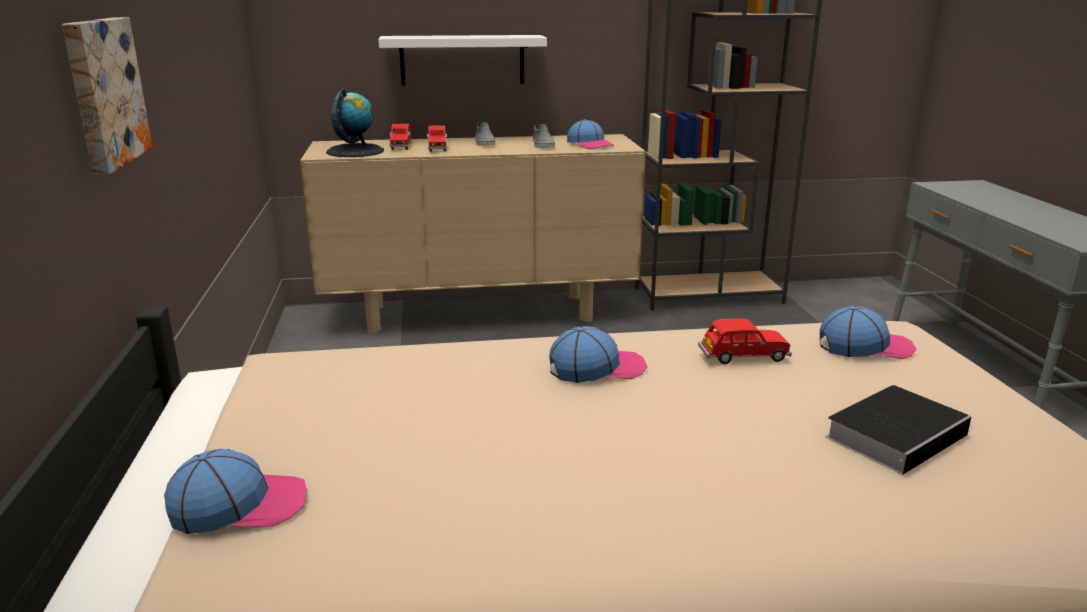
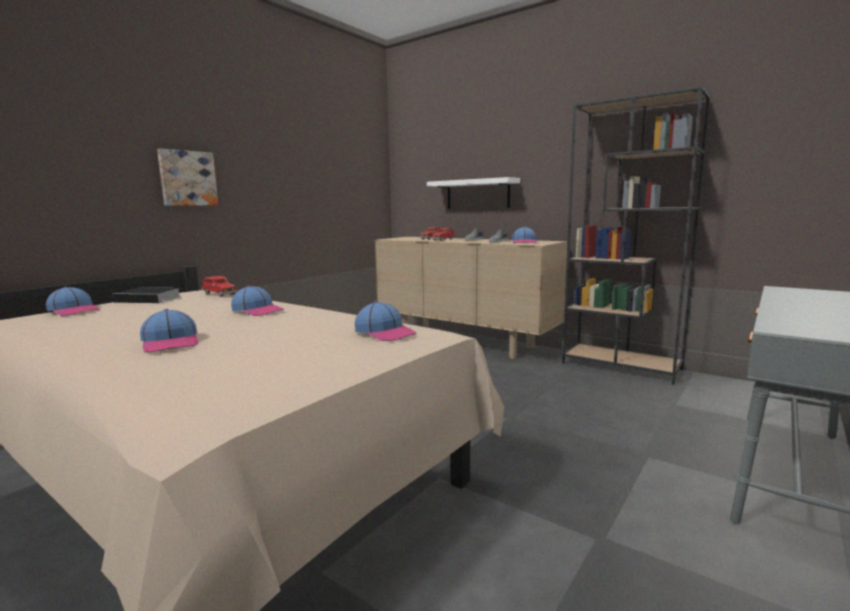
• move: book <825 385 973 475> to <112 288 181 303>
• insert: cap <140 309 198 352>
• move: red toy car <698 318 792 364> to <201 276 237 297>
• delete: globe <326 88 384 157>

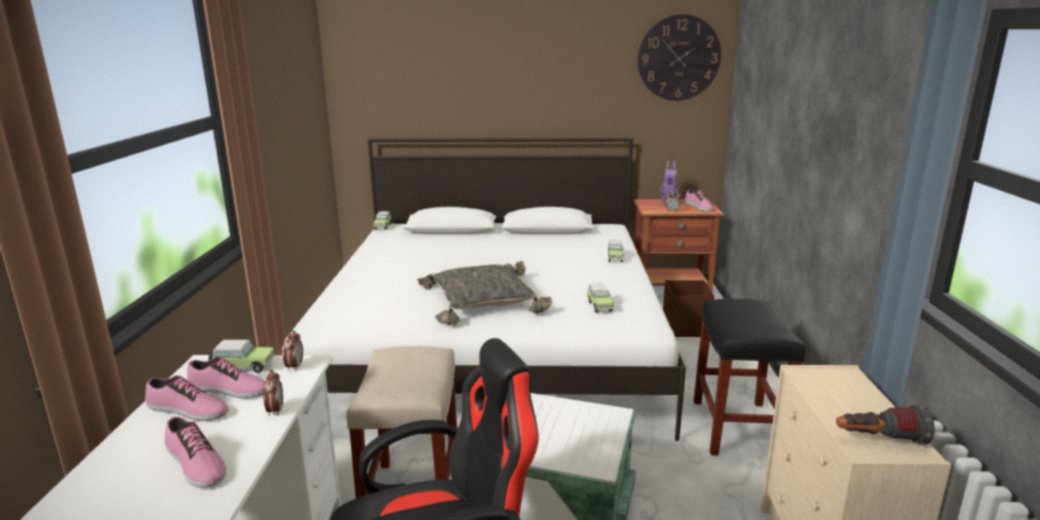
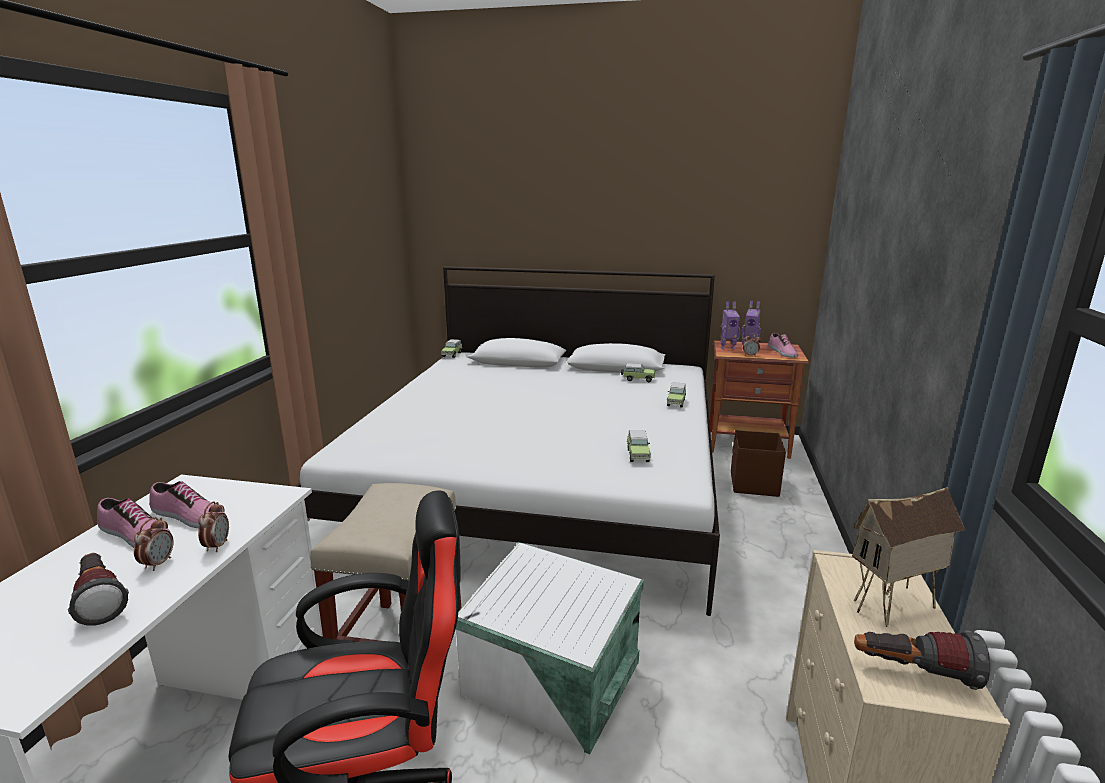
• replace: shoe <165 417 226 488> to flashlight <68 553 129 626>
• move: alarm clock <283 330 303 371> to <134 517 174 571>
• move: toy car <208 340 275 373> to <621 363 655 382>
• insert: toy robot <720 301 740 349>
• insert: toy house <852 487 965 627>
• delete: pillow <417 261 552 325>
• delete: wall clock <638 14 721 101>
• delete: black stool <693 299 805 456>

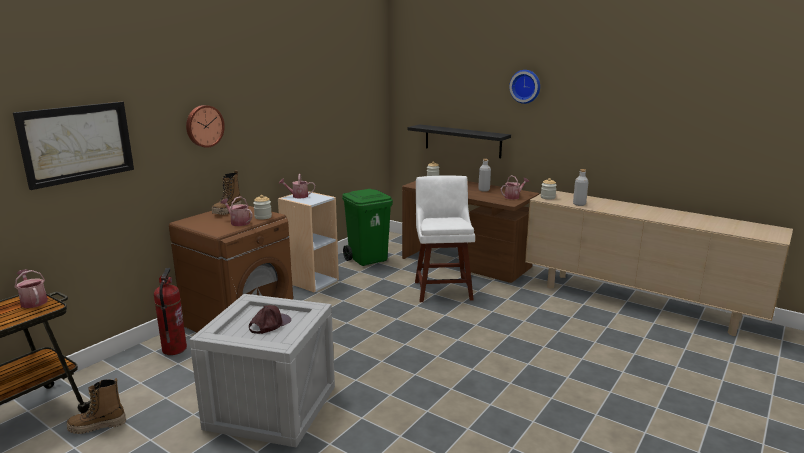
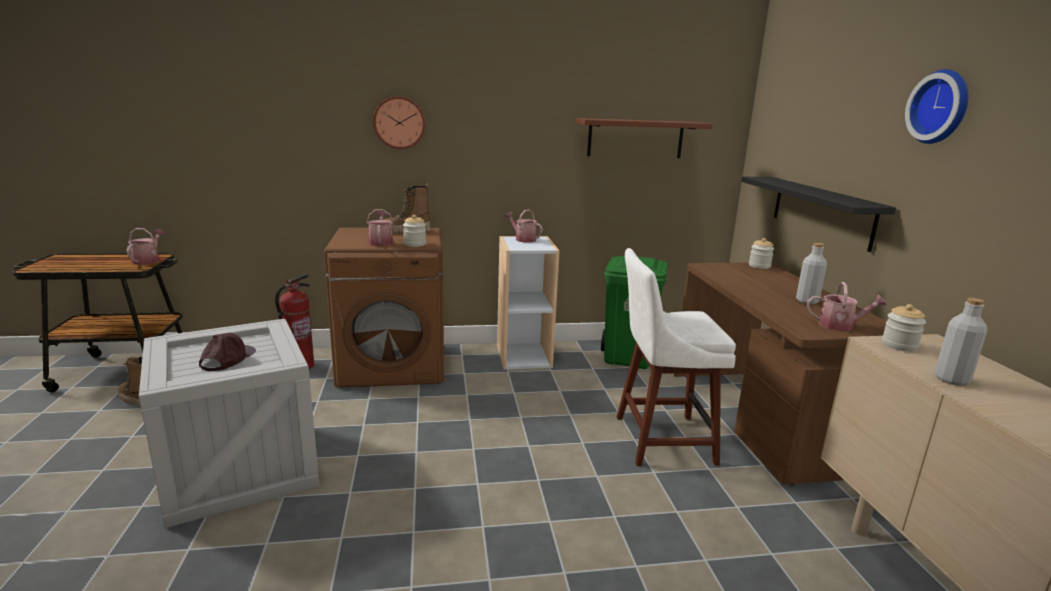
• rotate: brown cap <249 305 291 334> = <199 333 256 371> 75 degrees counterclockwise
• insert: brown shelf <576 118 713 158>
• rotate: white chair <415 176 475 302> = <617 248 736 466> 135 degrees counterclockwise
• delete: picture <13 102 134 190>

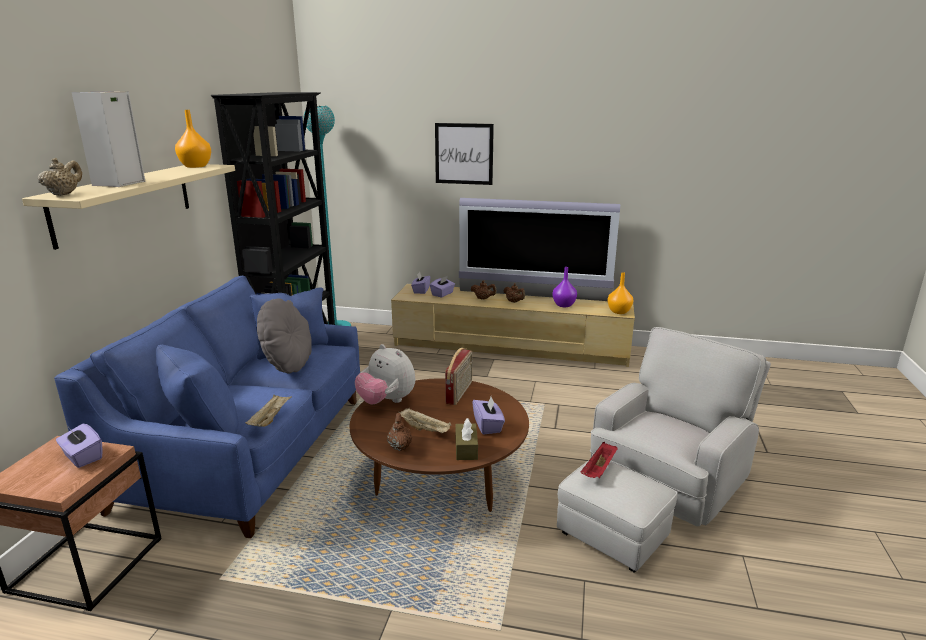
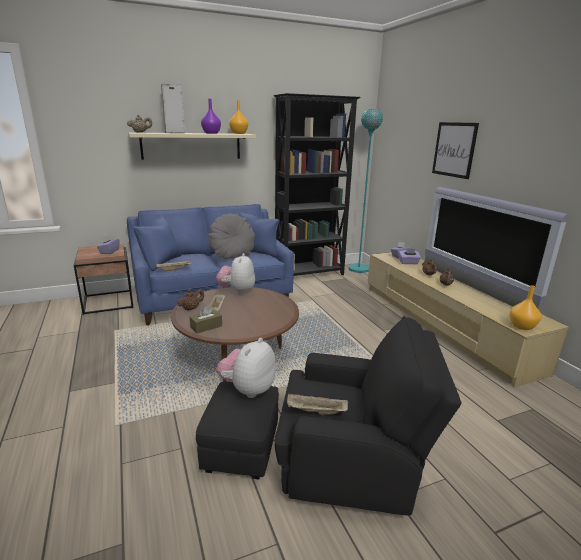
• recolor: white armchair <557 327 771 573> to black armchair <196 316 462 515>
• move: purple vase <552 267 577 307> to <201 99 221 134>
• replace: red tray <580 442 618 478> to plush toy <216 338 276 398>
• insert: beige tray <287 394 348 415>
• delete: radio <445 348 472 405>
• delete: purple tissue box <472 397 505 435>

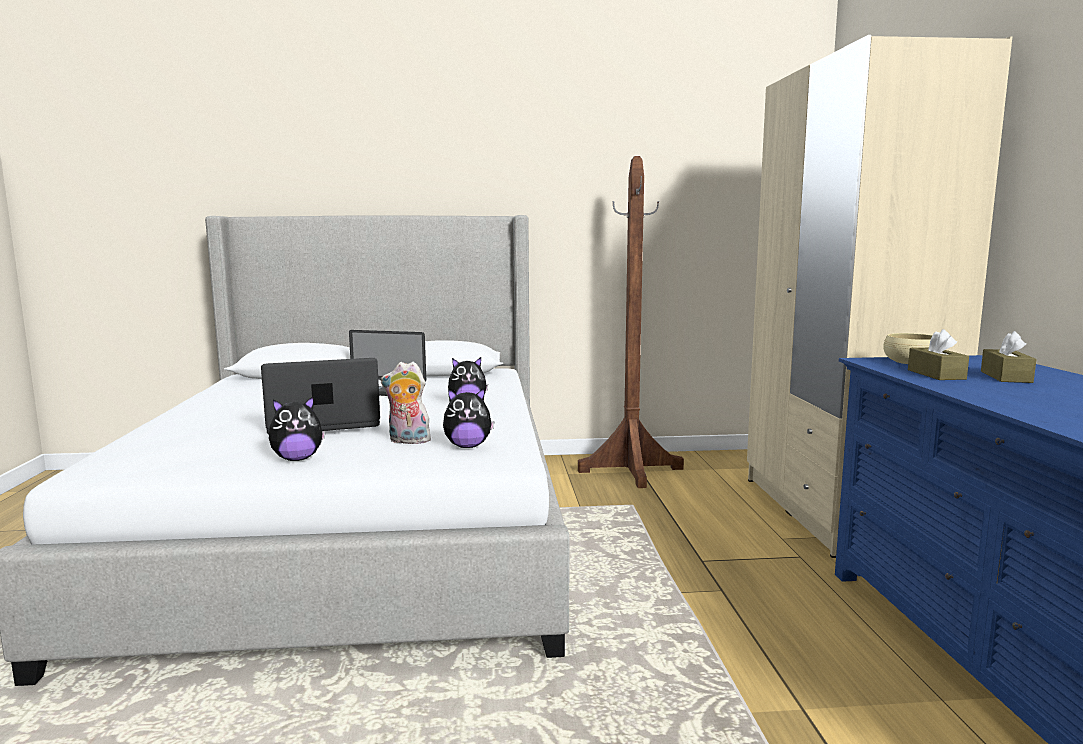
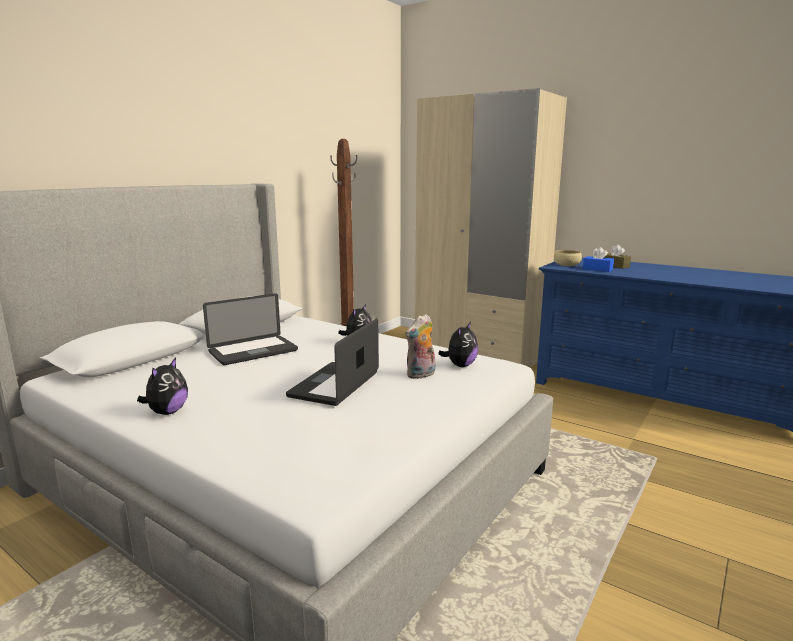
• move: plush toy <269 396 326 461> to <137 357 188 415>
• recolor: brown tissue box <908 329 969 380> to blue tissue box <583 247 614 272>

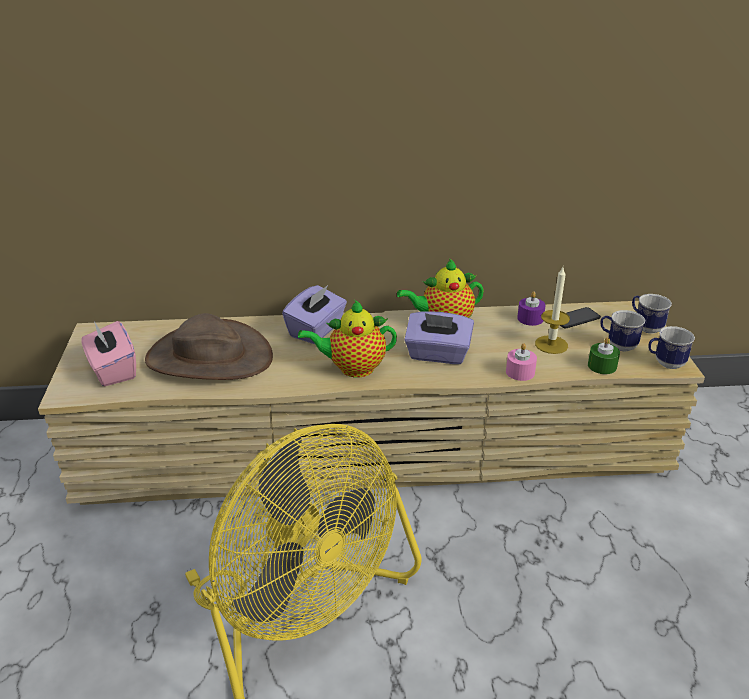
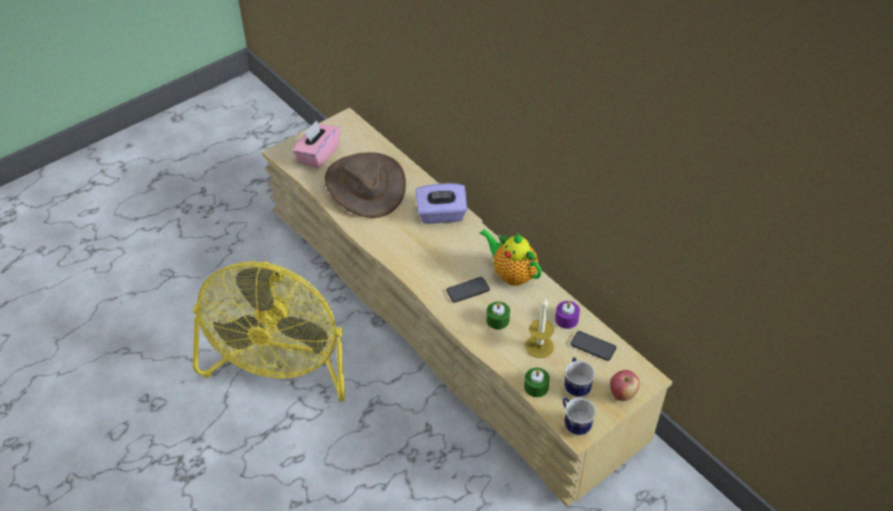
• replace: purple tissue box <404 311 474 364> to phone <446 277 490 303>
• insert: green candle <486 302 510 329>
• replace: mug <632 294 672 334> to apple <610 370 639 401>
• delete: teapot <298 300 397 377>
• delete: pink candle <506 343 537 381>

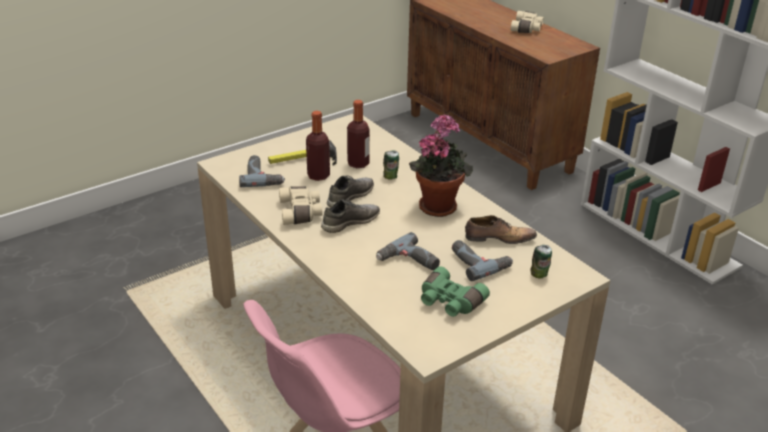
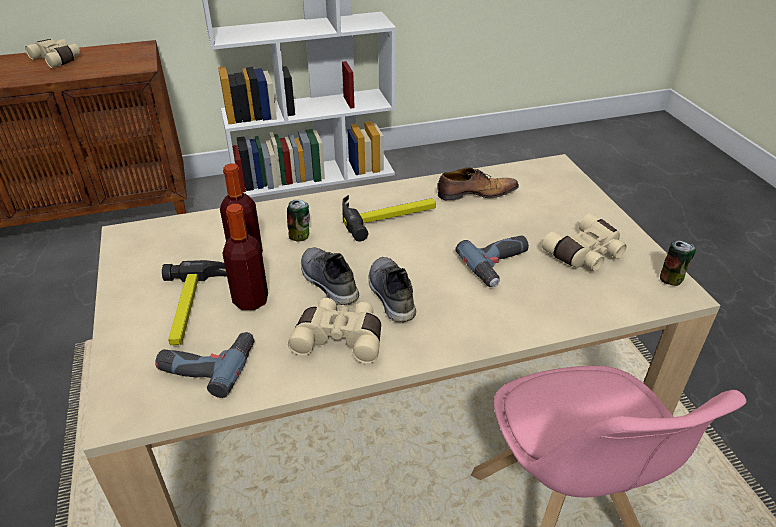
• replace: potted plant <409 114 473 217> to hammer <342 195 436 242>
• rotate: shoe <465 215 537 244> = <437 167 519 200> 60 degrees clockwise
• recolor: green binoculars <421 266 490 317> to beige binoculars <542 213 627 271>
• move: can <531 245 552 279> to <660 241 696 286>
• delete: power drill <452 240 513 281>

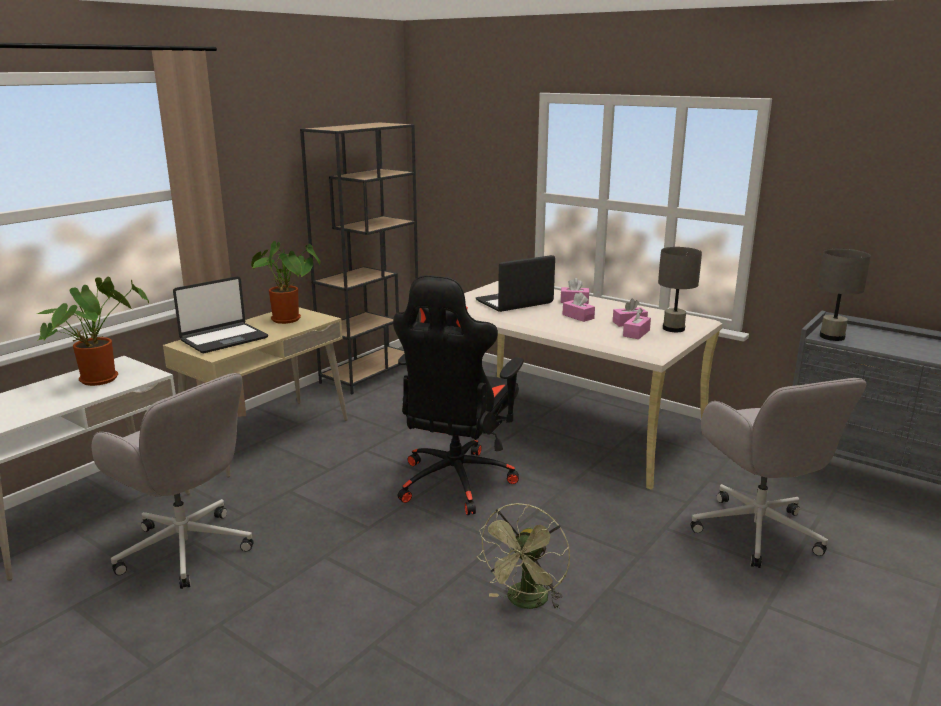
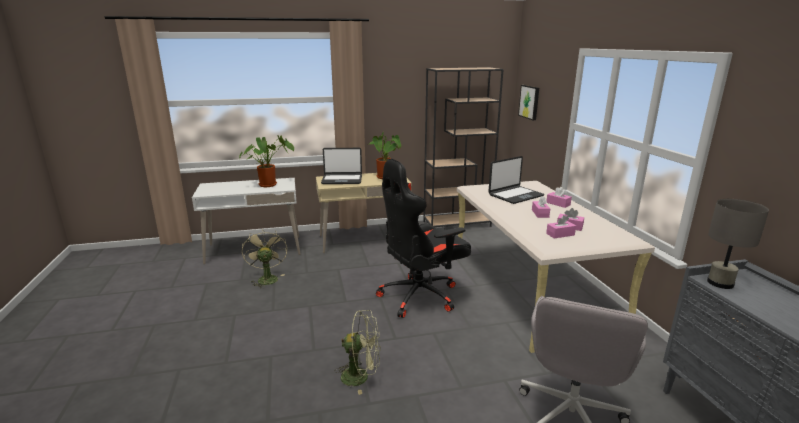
• replace: grey office chair <92 373 254 589> to beige fan <242 229 287 289>
• rotate: green fan <476 503 570 610> = <334 310 381 395> 150 degrees counterclockwise
• rotate: laptop <476 255 555 312> = <488 156 544 204> 135 degrees clockwise
• insert: picture <518 85 539 120>
• delete: grey table lamp <658 247 702 332>

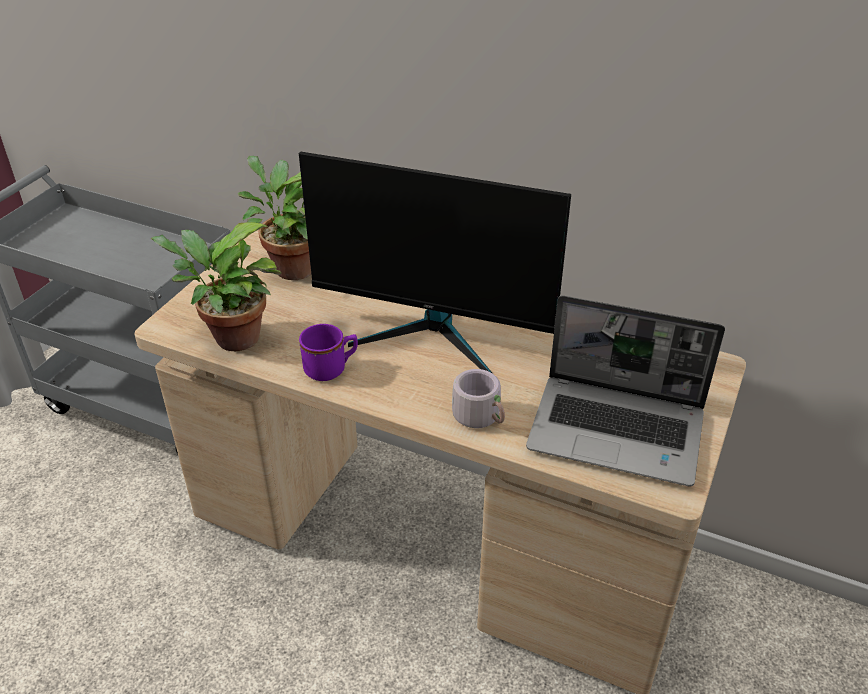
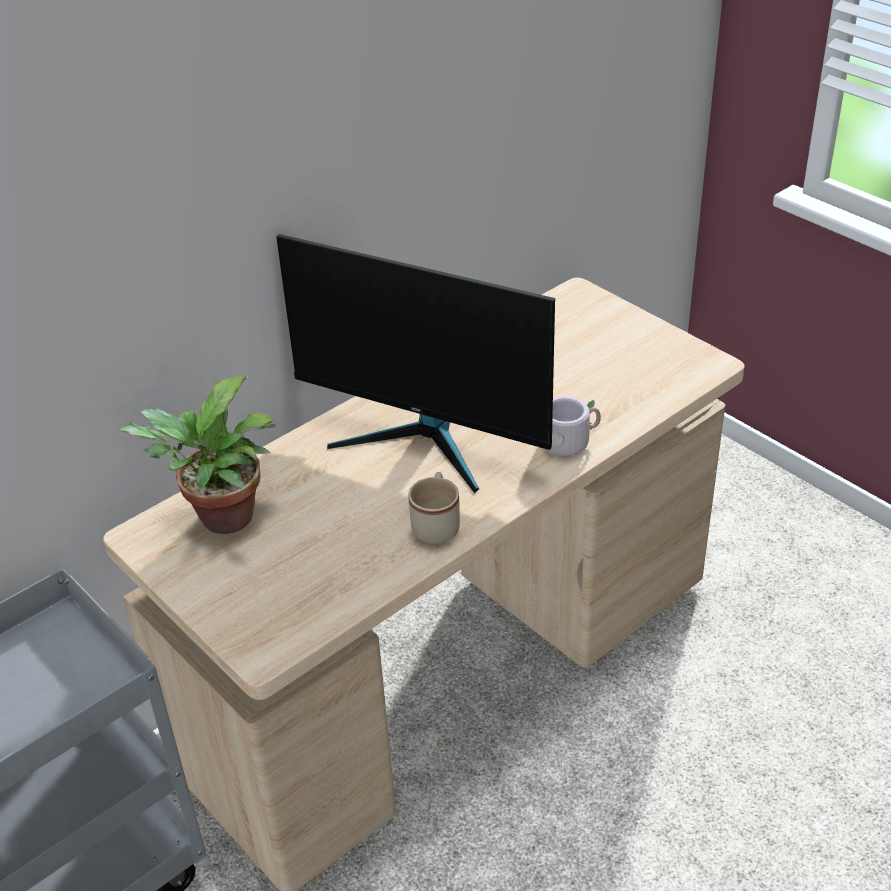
• rotate: monitor <299 152 571 373> = <276 234 555 493> 75 degrees clockwise
• recolor: purple mug <299 324 358 381> to beige mug <408 472 460 544>
• delete: potted plant <150 222 282 351>
• delete: laptop <526 296 725 487>

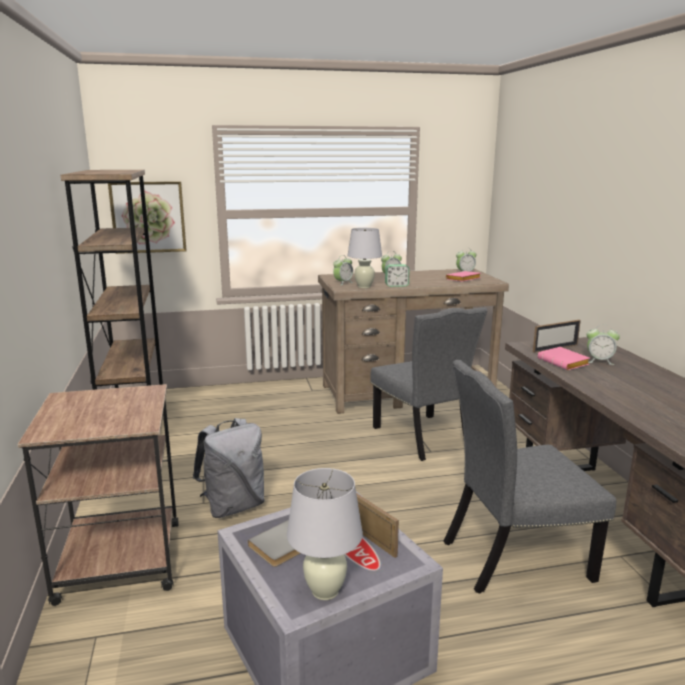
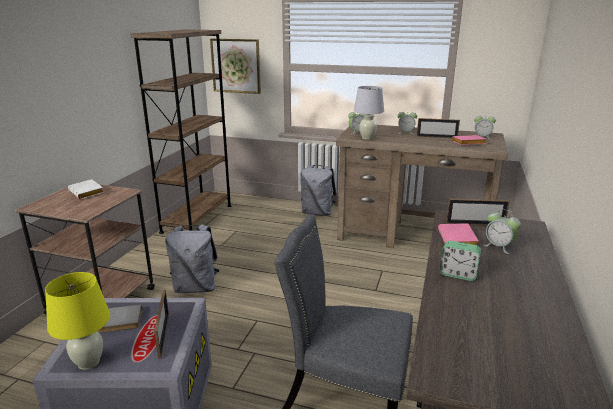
• recolor: white table lamp <287 468 363 600> to yellow table lamp <45 272 110 370>
• insert: white book <68 179 104 199>
• insert: grey backpack <300 165 336 216>
• insert: picture frame <417 118 460 138>
• move: alarm clock <385 264 410 287> to <440 241 481 281>
• delete: grey chair <370 307 488 461>

